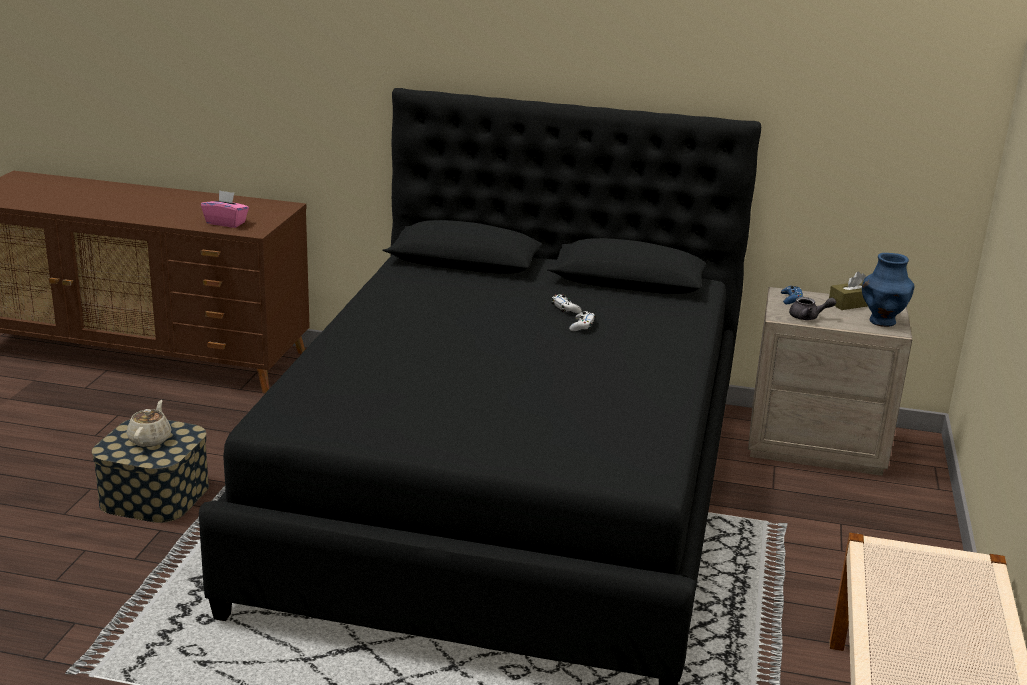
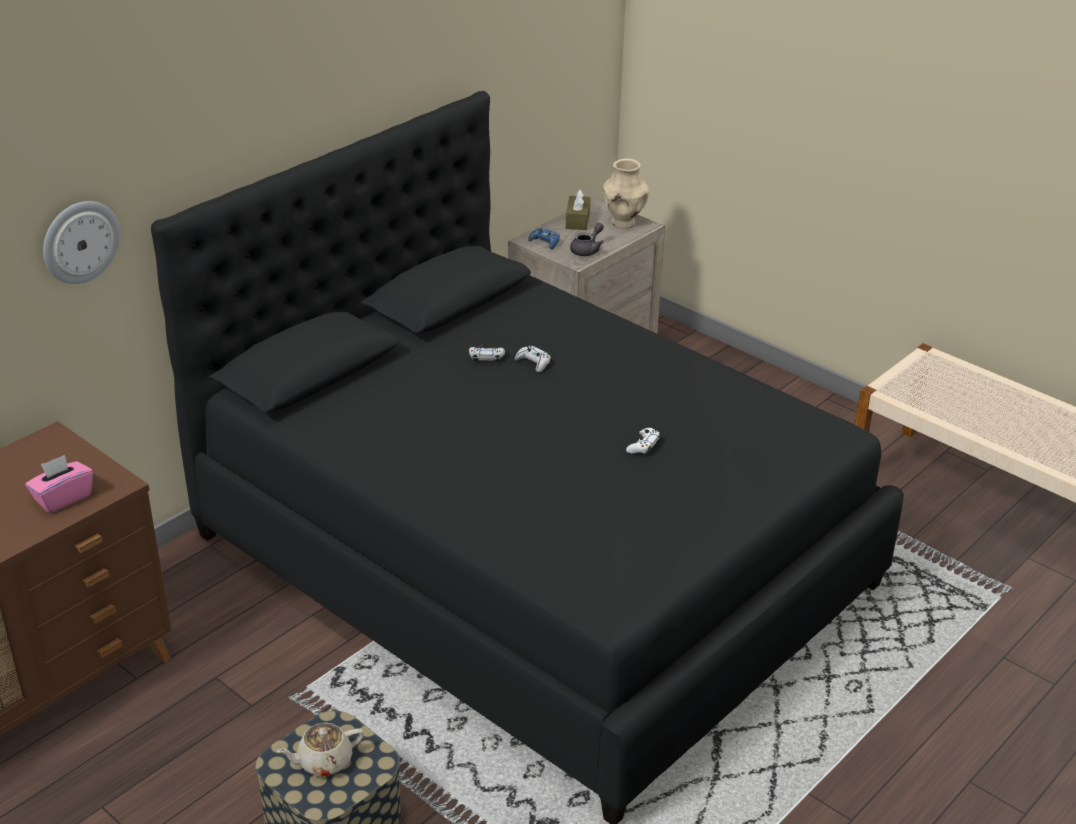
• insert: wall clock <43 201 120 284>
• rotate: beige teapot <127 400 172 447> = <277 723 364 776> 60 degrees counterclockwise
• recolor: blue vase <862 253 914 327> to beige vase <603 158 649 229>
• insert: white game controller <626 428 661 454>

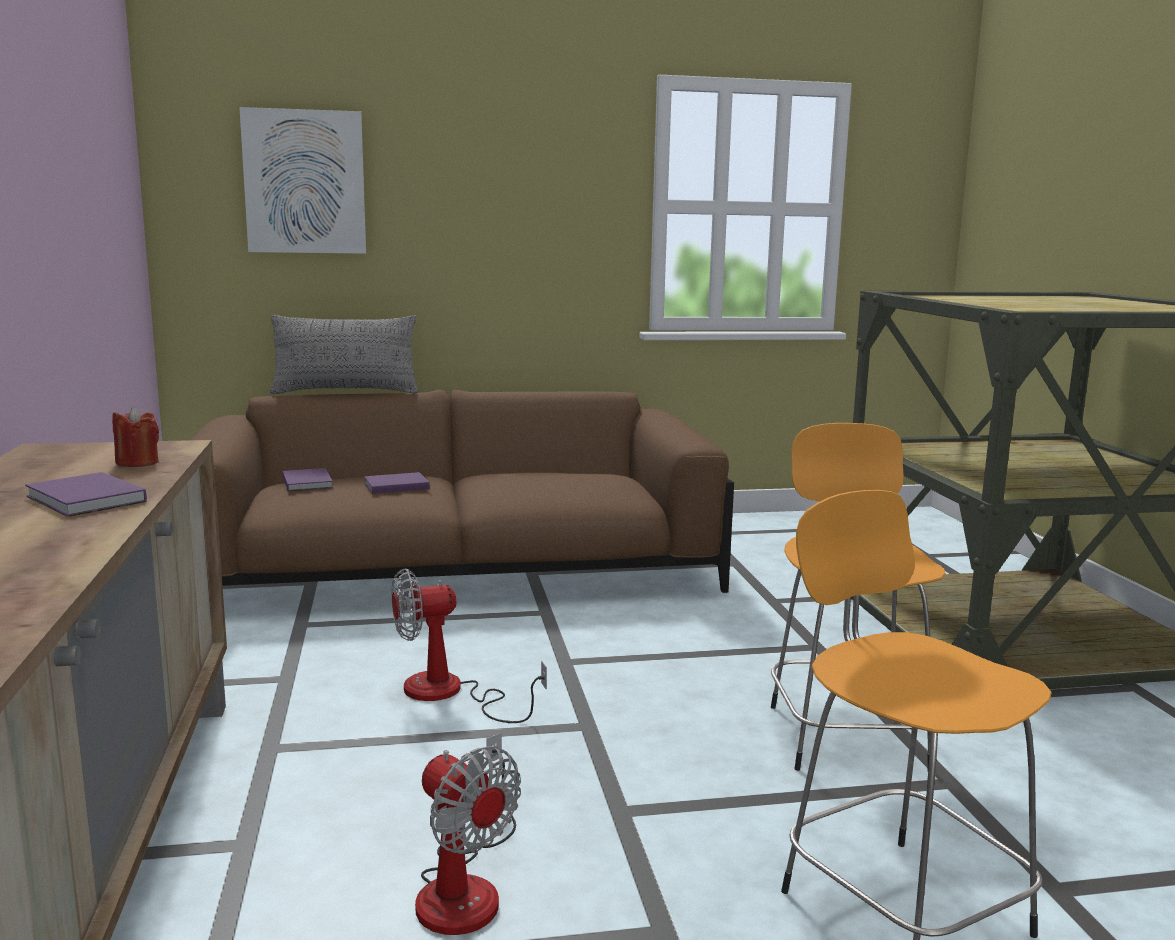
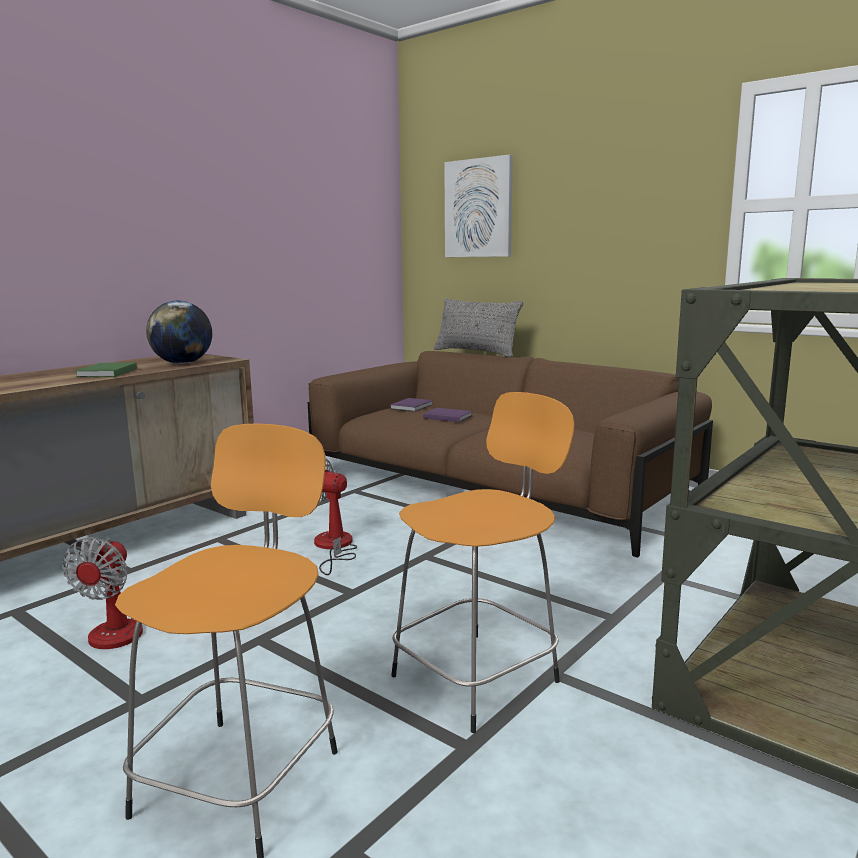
• recolor: purple book <25 472 147 517> to green book <75 363 137 377>
• replace: red candle <112 407 159 467> to globe <146 301 212 364>

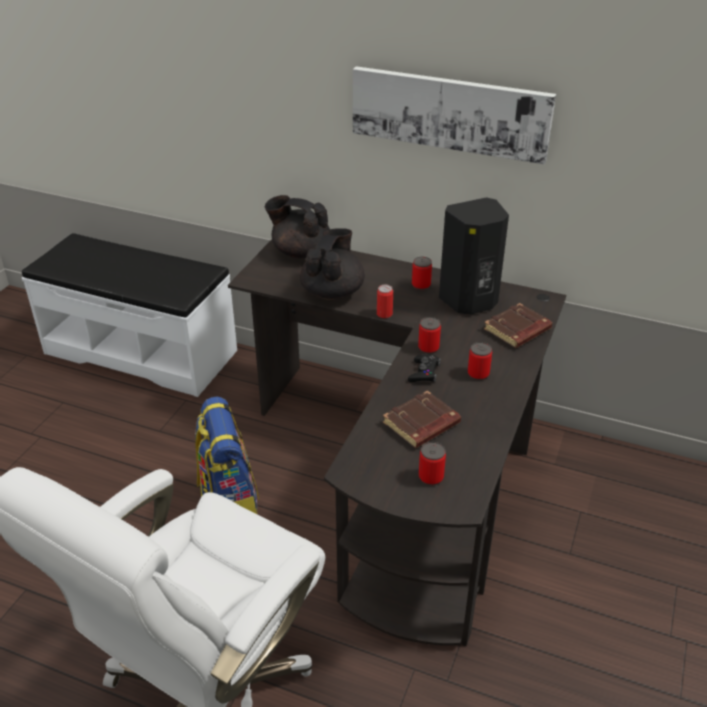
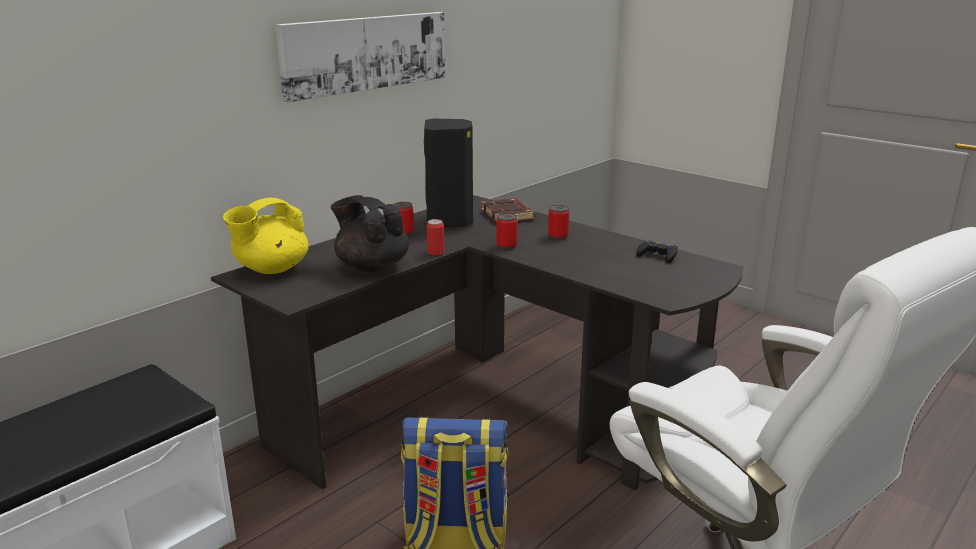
• recolor: black teapot <265 195 330 258> to yellow teapot <223 198 309 274>
• move: black game controller <408 354 441 382> to <636 241 678 263>
• delete: brown book <383 390 461 448>
• delete: can <419 442 446 486>

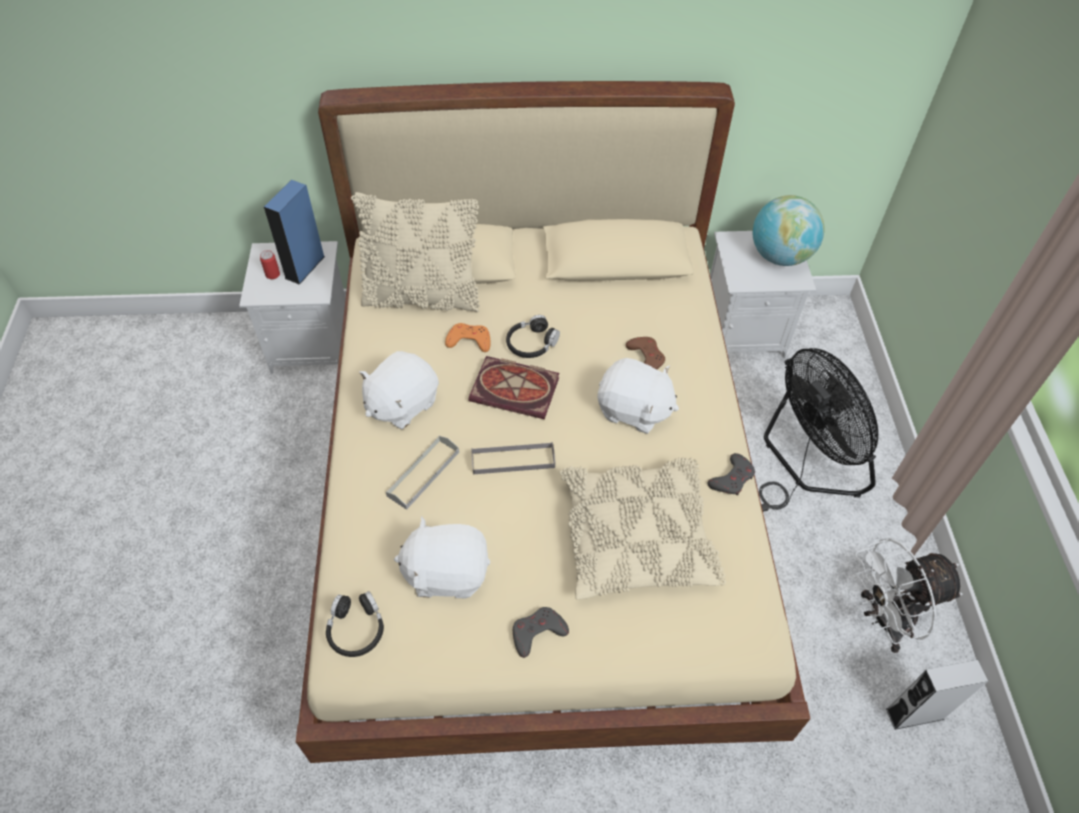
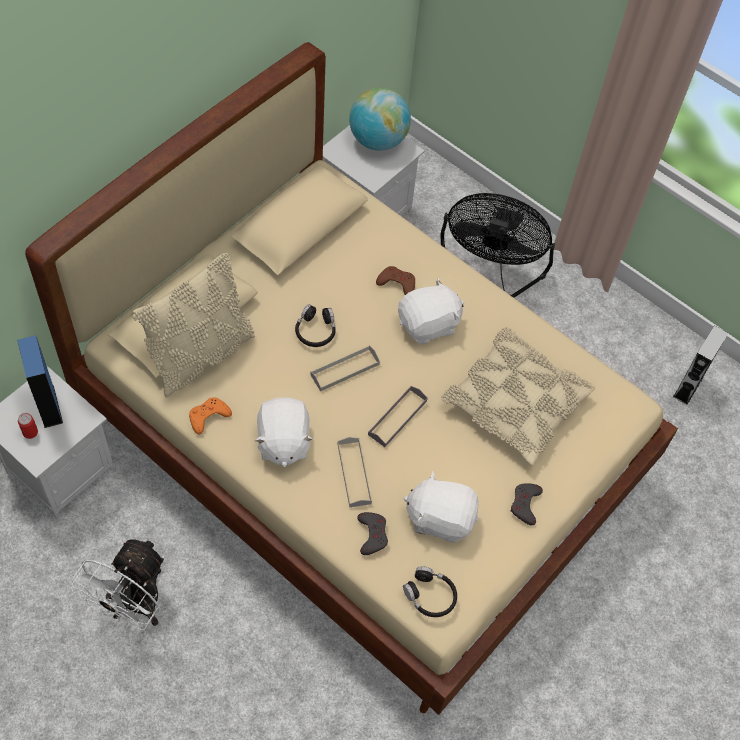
• move: white fan <853 538 963 653> to <72 538 165 630>
• move: orange game controller <445 323 491 352> to <189 397 232 434>
• replace: book <468 356 559 419> to grey tray <311 345 380 391>
• move: grey game controller <707 453 755 496> to <357 512 388 555>
• rotate: white plush toy <394 516 490 599> = <403 470 479 542> 60 degrees clockwise

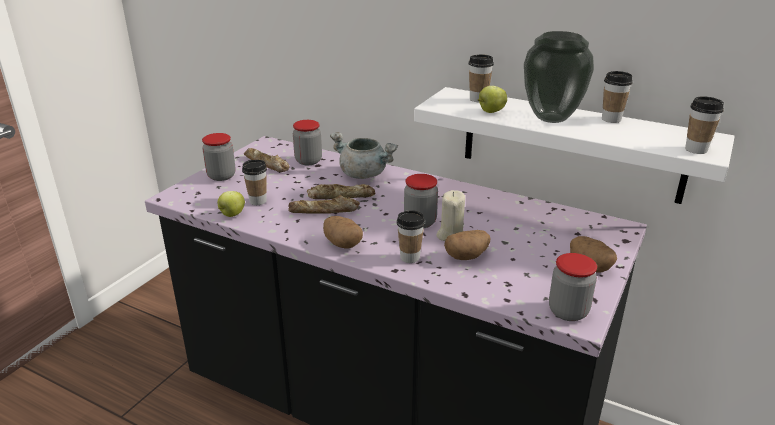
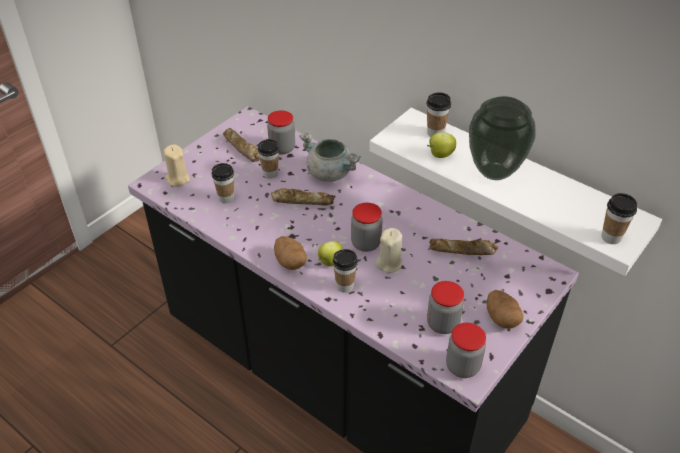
• insert: beige candle <163 145 190 187>
• move: cup <602 71 633 123> to <258 139 279 179>
• move: apple <218 191 245 217> to <318 241 343 266>
• move: jar <202 133 236 181> to <427 281 464 334>
• move: bread <288 195 360 214> to <429 238 498 255>
• delete: potato <444 230 490 260>

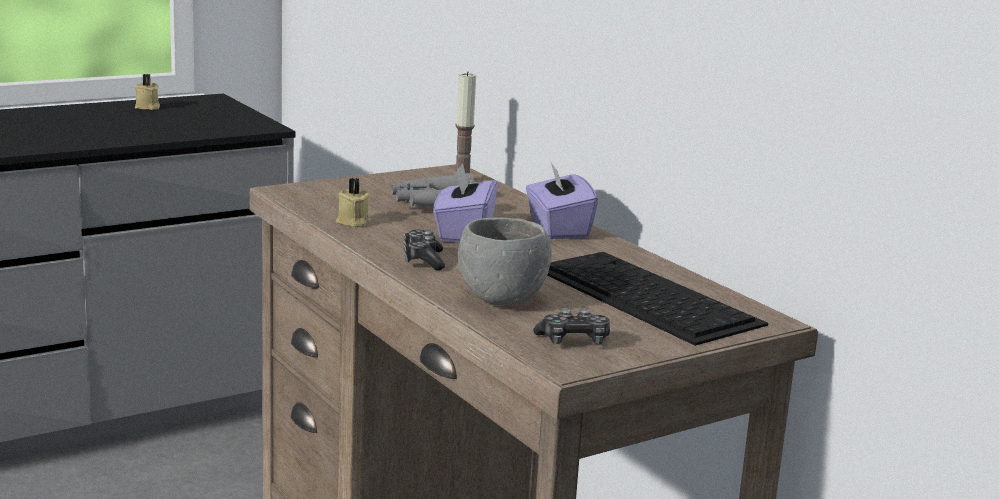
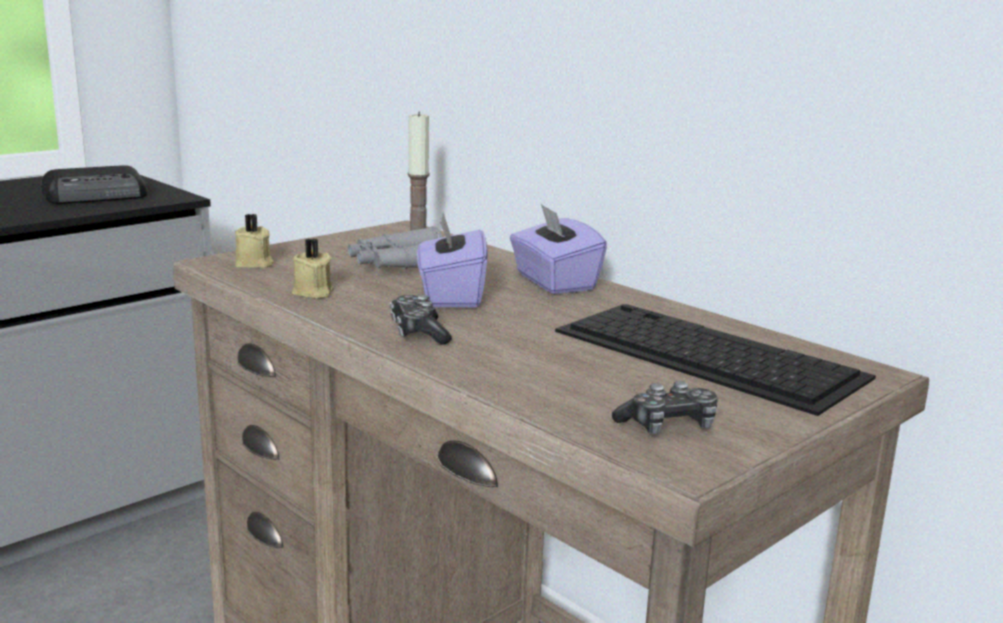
• insert: radio <41 165 148 204>
• move: beige candle <135 74 160 110> to <235 214 273 268>
• delete: grey bowl <458 218 552 306>

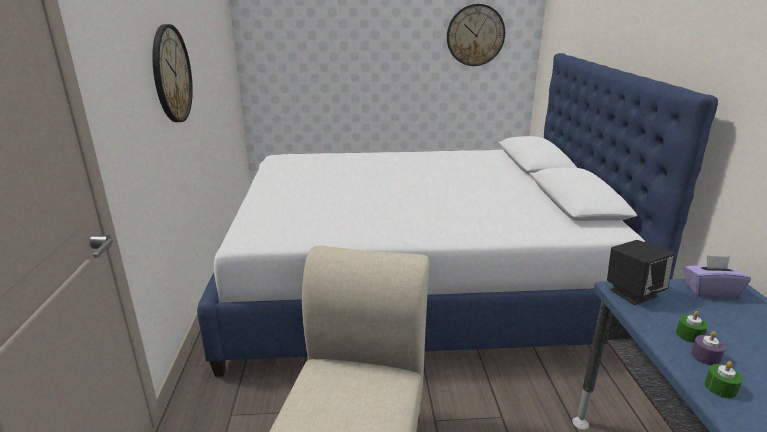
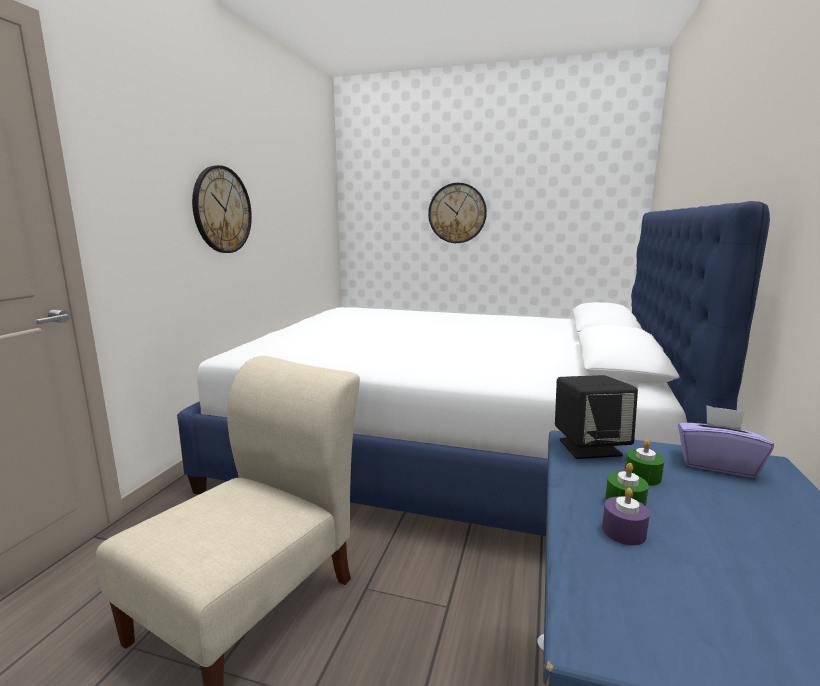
• move: wall clock <447 4 505 66> to <428 183 487 243>
• move: green candle <705 361 743 398> to <625 440 664 486>

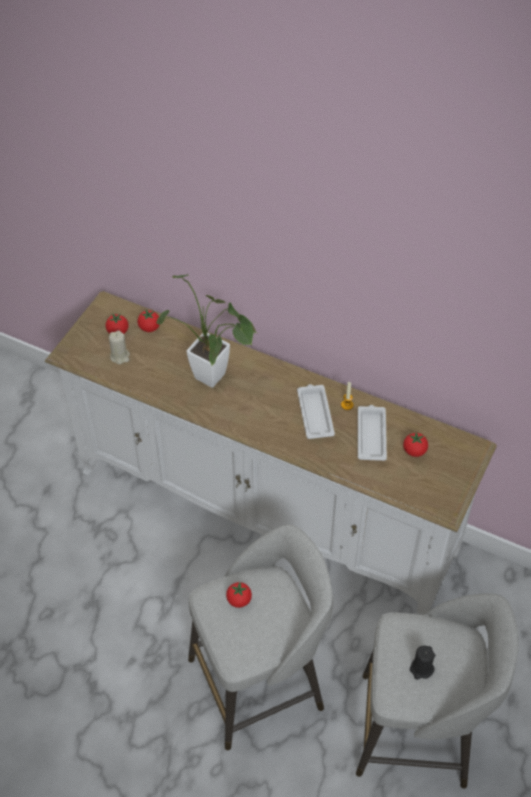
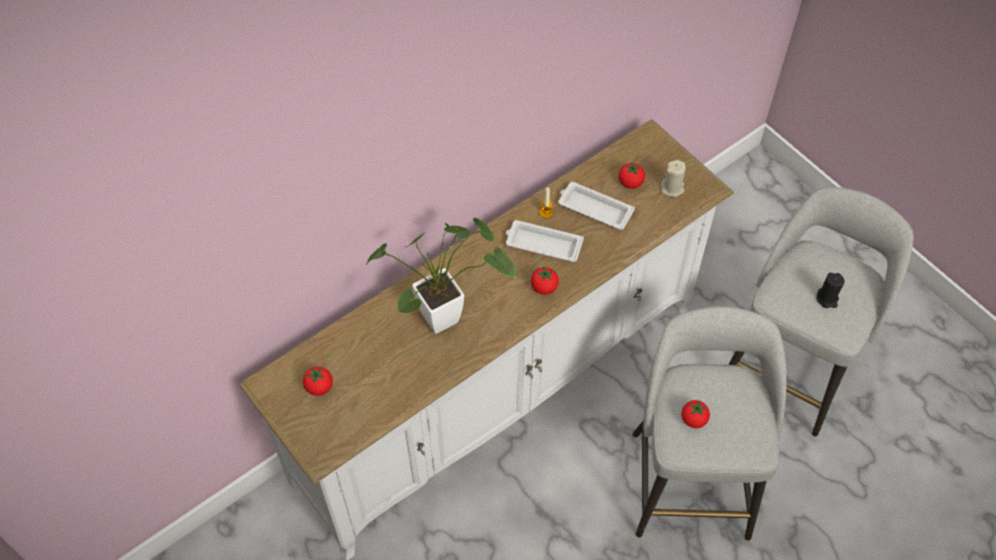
• move: tomato <138 310 159 332> to <531 267 559 295>
• move: beige candle <109 331 130 364> to <661 160 686 197>

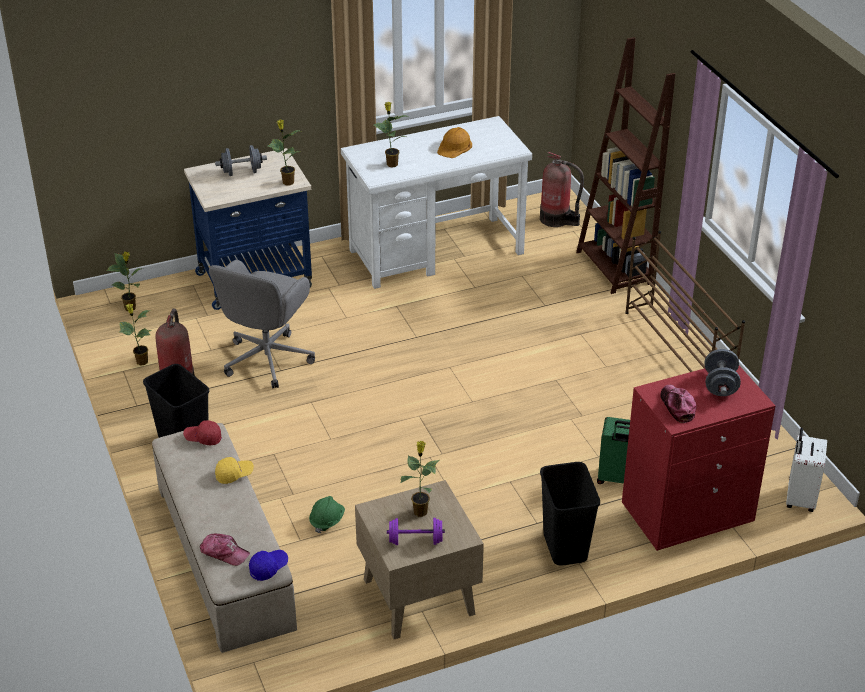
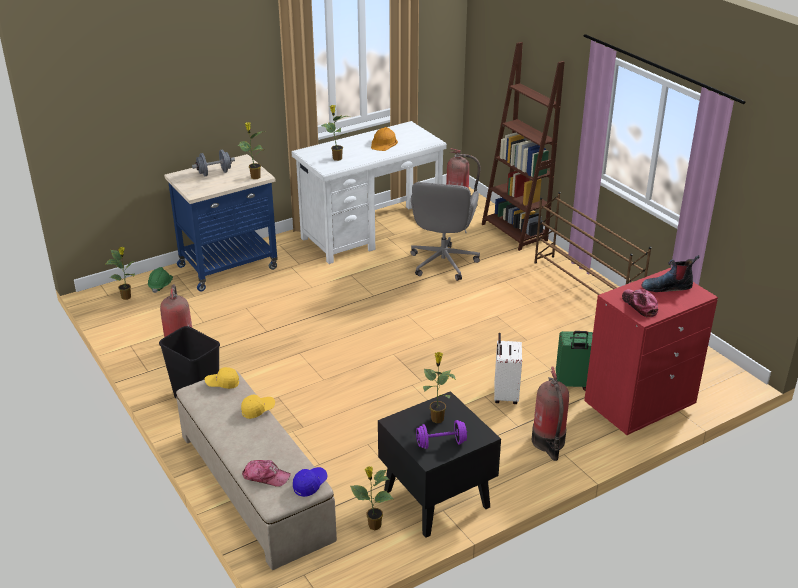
• move: green hard hat <309 496 345 533> to <148 267 173 293>
• recolor: red cap <183 420 222 445> to yellow cap <205 367 239 389>
• move: potted plant <119 304 152 366> to <350 467 394 530>
• recolor: beige nightstand <355 480 484 639> to black nightstand <378 391 501 538>
• move: grey office chair <209 260 315 388> to <411 182 480 281>
• move: white suitcase <786 428 827 512> to <494 333 522 404>
• replace: black trash can <540 462 600 566> to fire extinguisher <532 367 569 461>
• replace: grey dumbbell <705 349 741 396> to boot <641 255 700 292>

